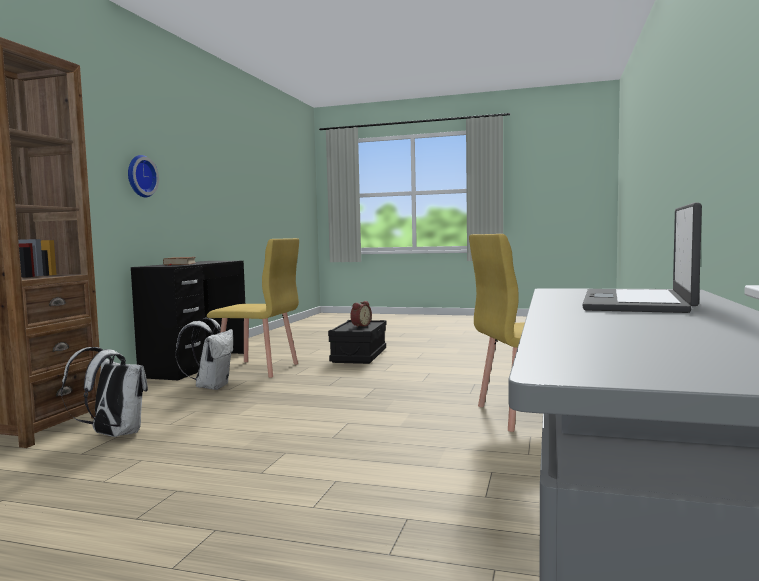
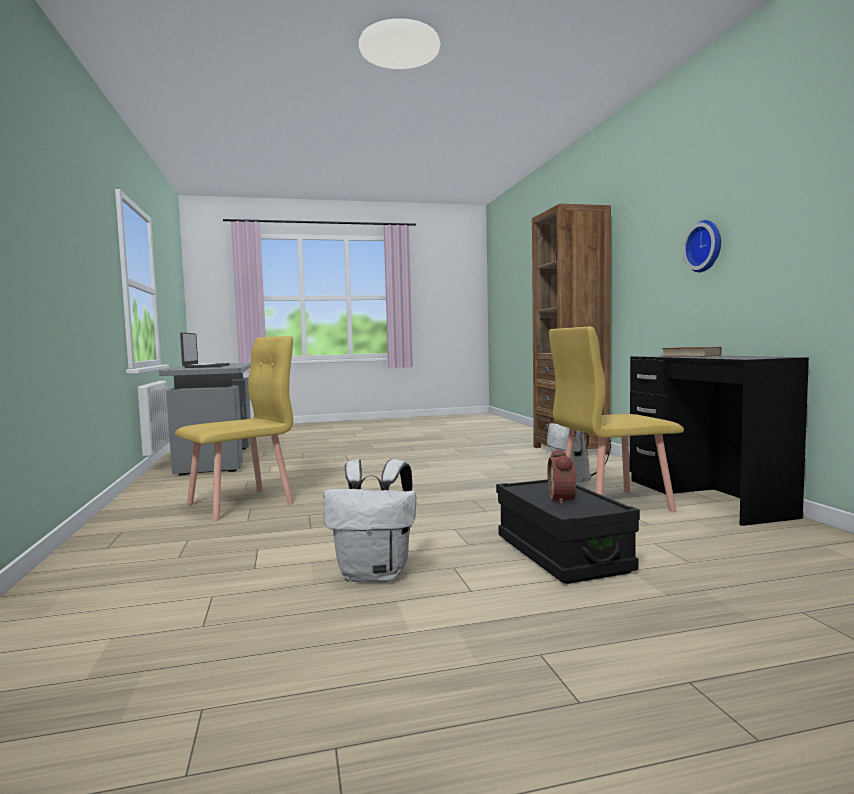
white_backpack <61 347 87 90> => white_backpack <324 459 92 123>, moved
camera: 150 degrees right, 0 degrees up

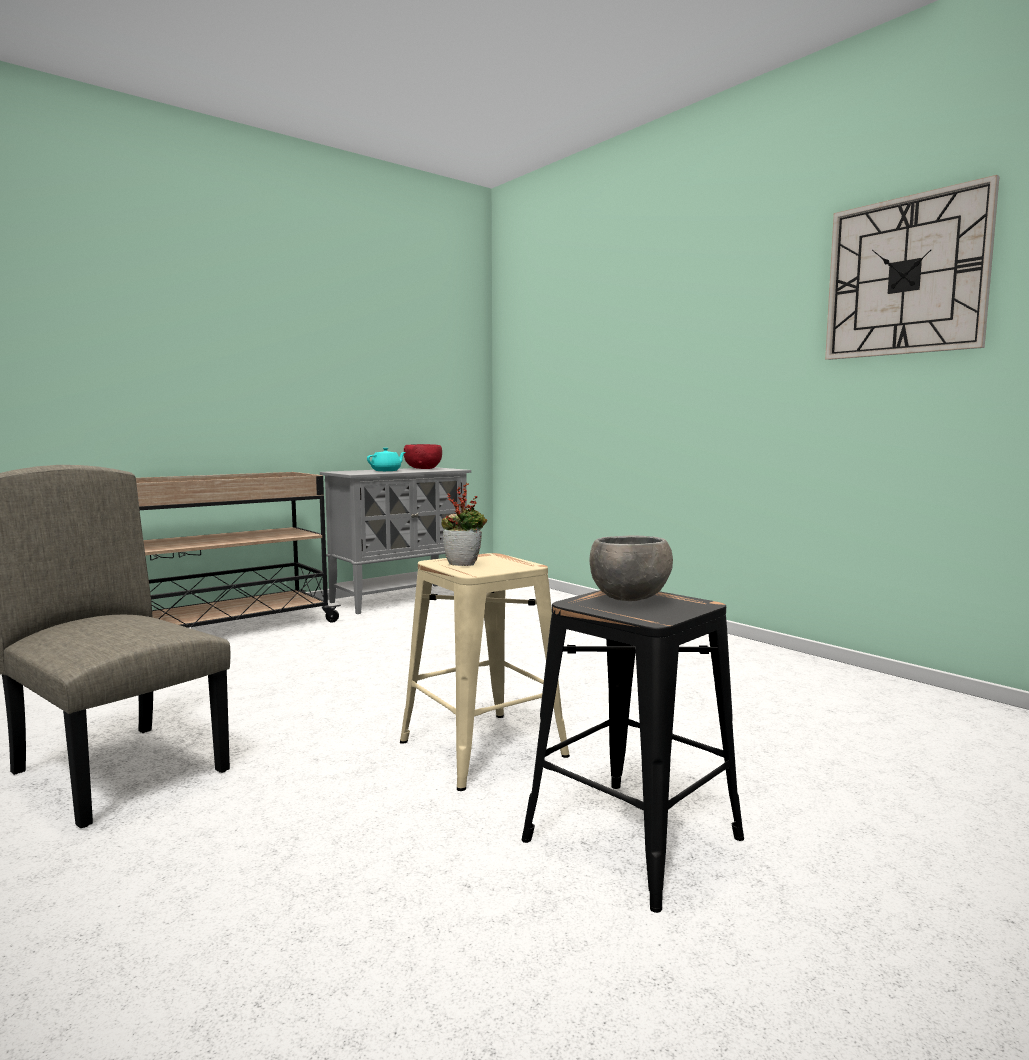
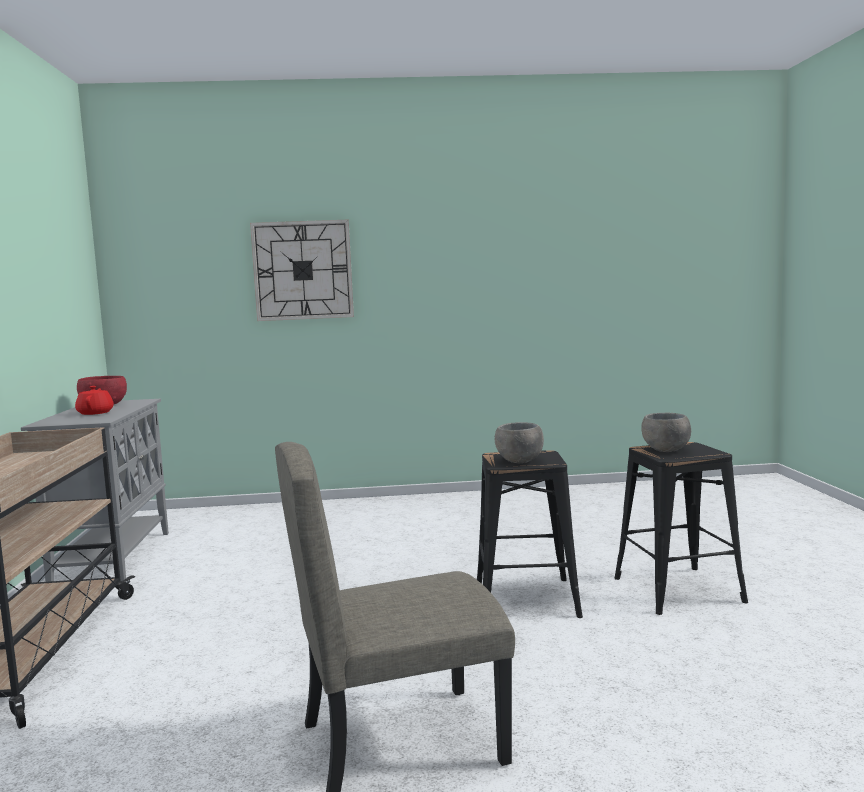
wall_clock <825 175 175 185> => wall_clock <250 220 104 101>, moved
turquoise_teapot <367 448 39 23> => red_teapot <75 386 39 29>
potted_plant <442 483 45 83> => grey_bowl <495 422 49 41>
beige_stool <400 553 170 238> => black_stool <477 450 106 168>
camera: 55 degrees left, 0 degrees up

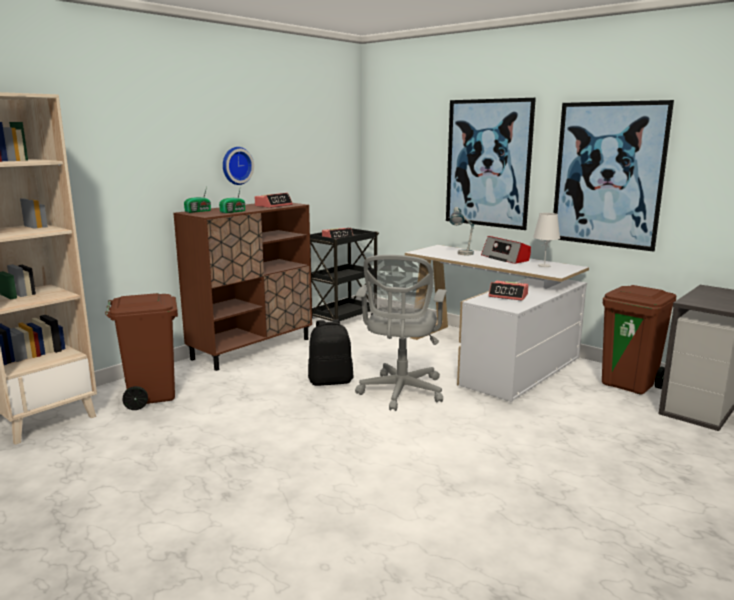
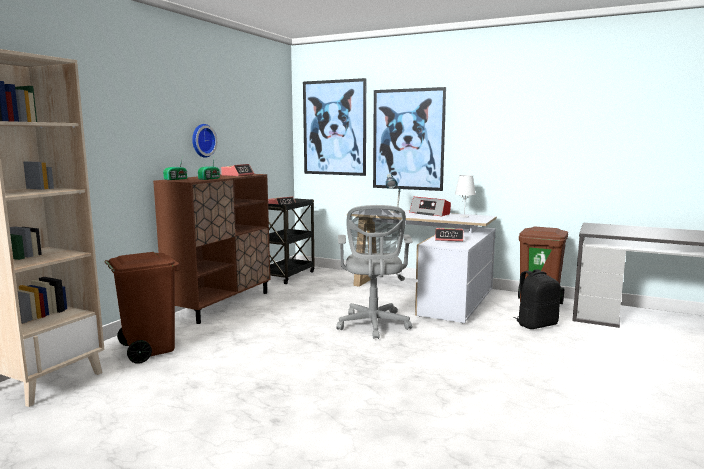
picture <553 100 121 152> => picture <303 78 63 98>, moved
black_backpack <308 319 46 67> => black_backpack <513 269 48 60>, moved
camera: 15 degrees left, 5 degrees down

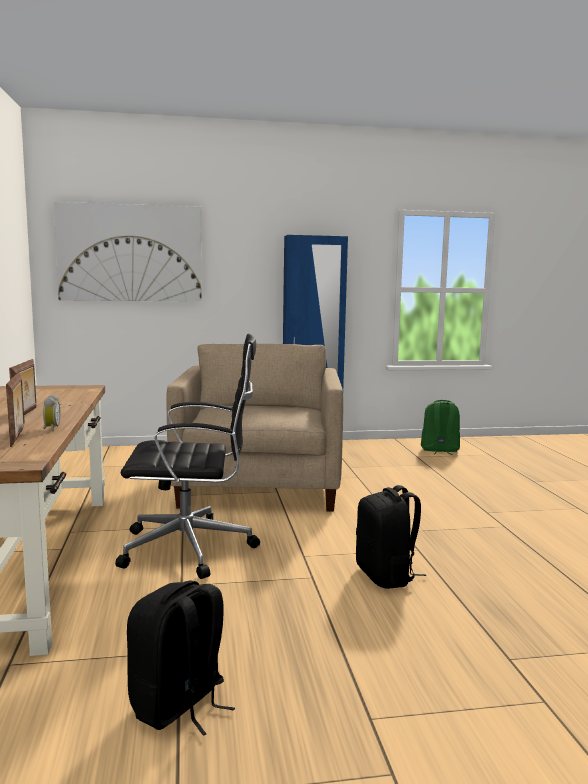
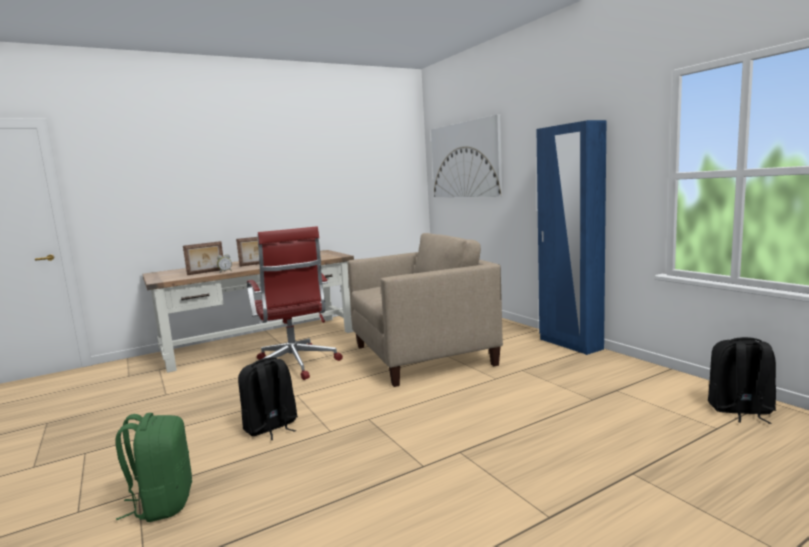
black_office_chair <115 334 145 245> => red_office_chair <247 226 96 154>
green_backpack <421 400 39 55> => green_backpack <115 413 77 109>, moved
black_backpack <127 581 108 155> => black_backpack <708 337 68 87>, moved
camera: 70 degrees right, 0 degrees up

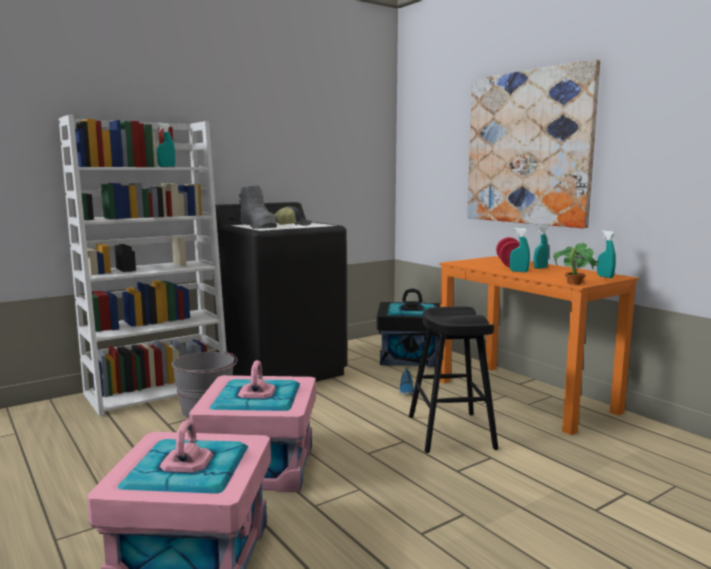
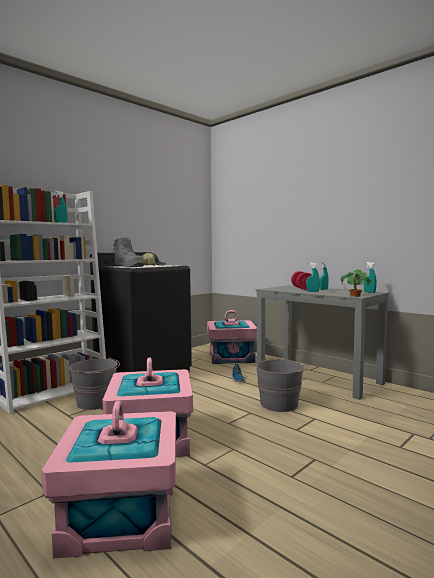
picture <467 59 133 169> => nothing
orange_desk <440 256 199 179> => grey_desk <255 285 135 115>
black_storage_box <376 289 64 78> => pink_storage_box <207 310 50 54>
black_stool <409 307 89 146> => grey_bucket <256 358 50 54>
camera: 10 degrees left, 5 degrees down

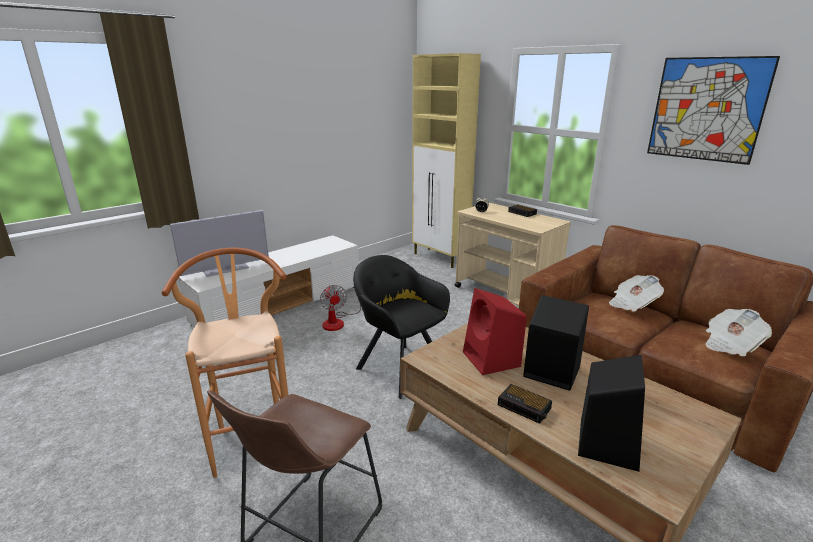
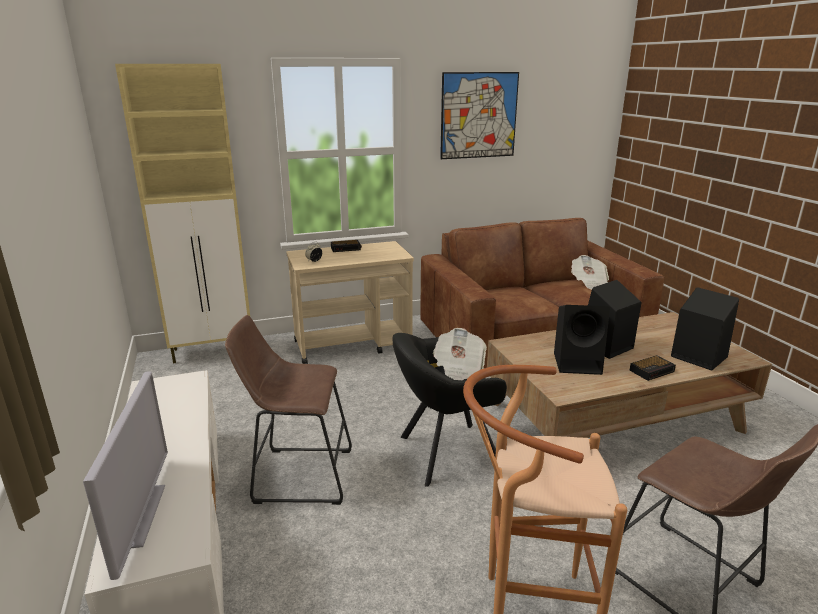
newspaper <609 275 55 37> => newspaper <433 328 54 52>, moved
fan <320 285 41 46> => brown_stool <225 315 127 190>
red_speaker <463 288 64 87> => black_speaker <554 305 56 70>
camera: 65 degrees left, 0 degrees up

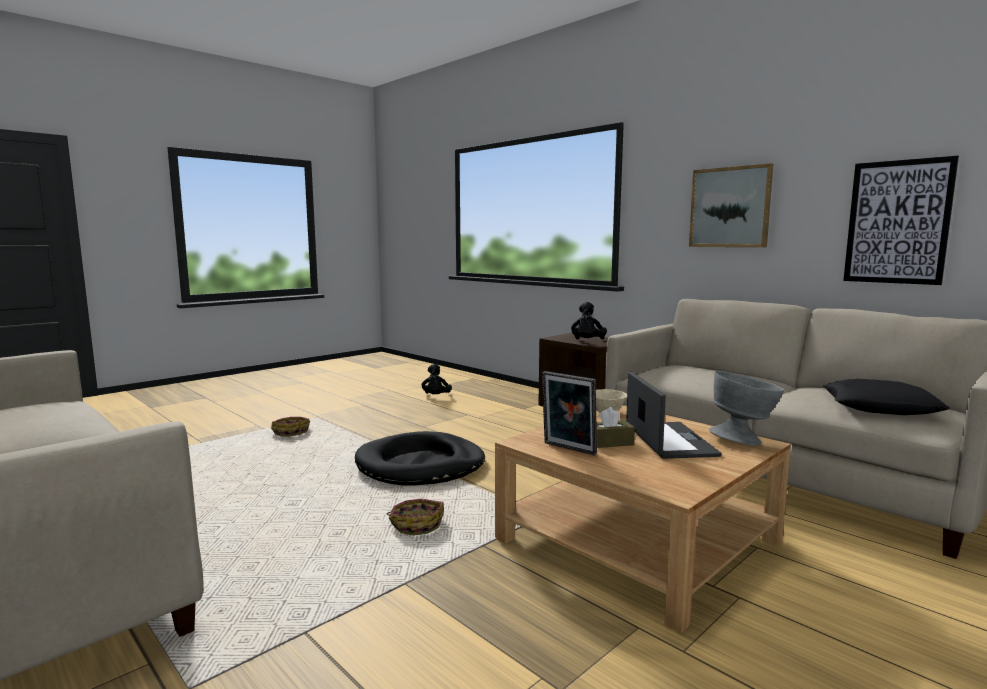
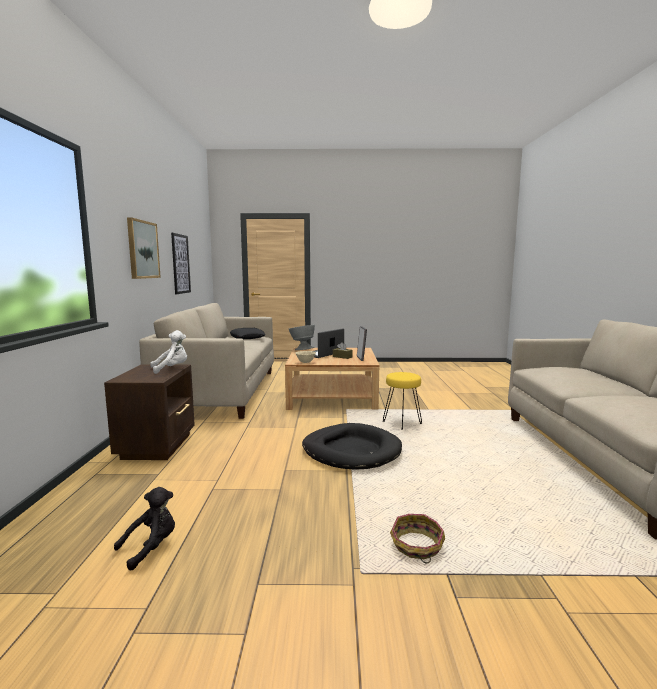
black_plush_toy <571 302 36 37> => white_plush_toy <150 330 37 44>
basket <387 499 57 36> => yellow_stool <383 372 39 58>
camera: 135 degrees left, 0 degrees up

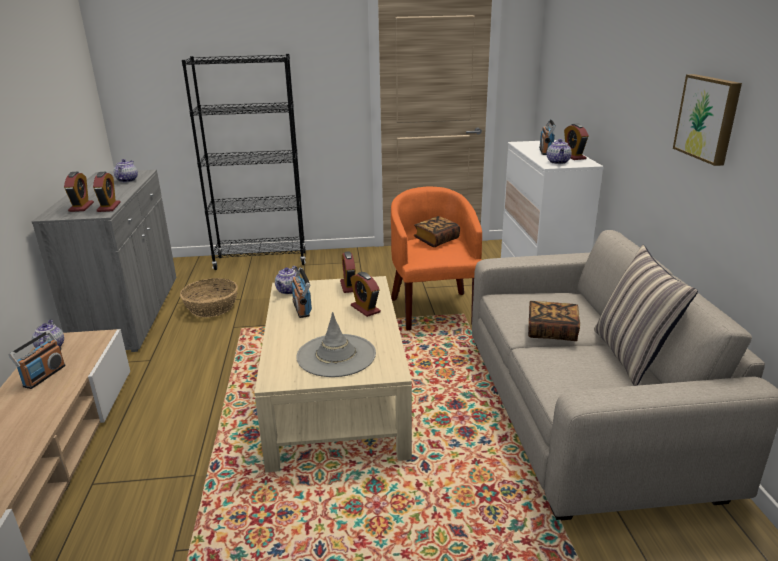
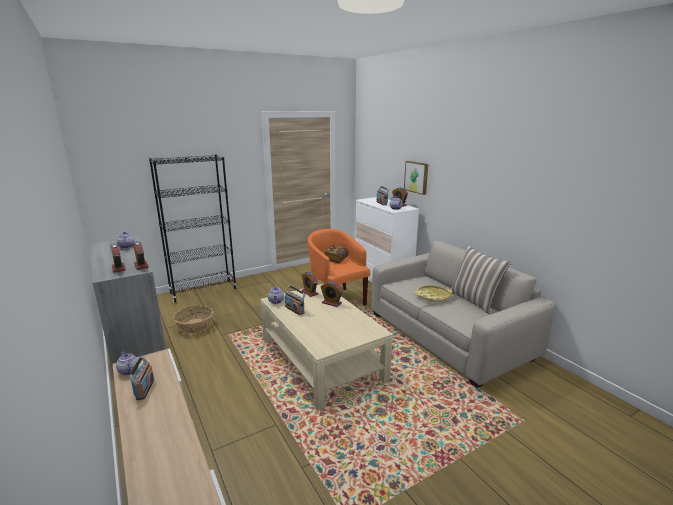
picture <673 74 69 92> => picture <404 161 24 34>, moved
book <528 301 52 40> => yellow_tray <414 285 38 17>
grey_hat <296 312 80 65> => nothing
camera: 25 degrees left, 5 degrees down

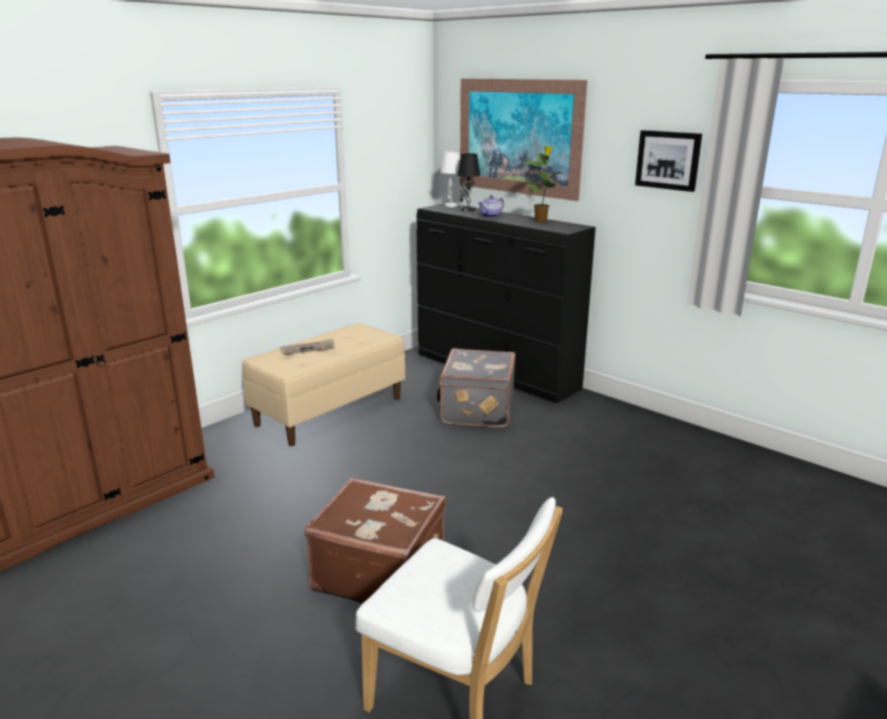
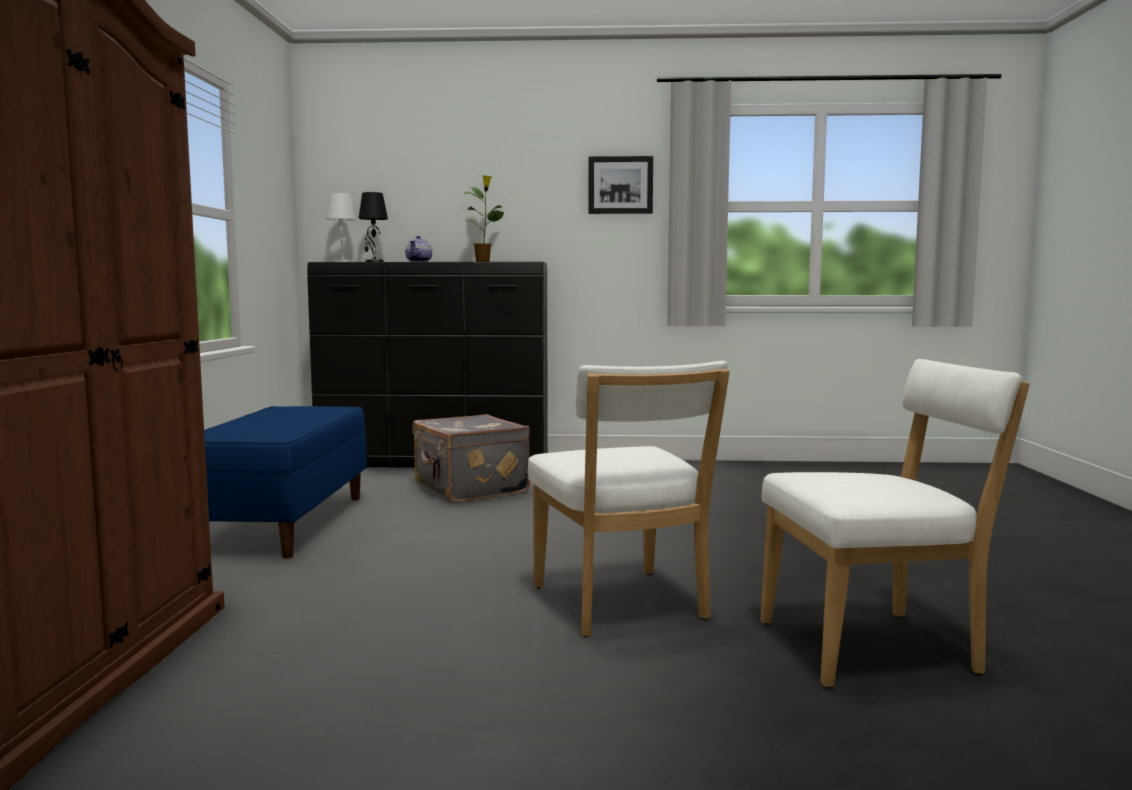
picture <460 78 127 123> => nothing
beige_bench <242 323 163 123> => blue_bench <204 406 163 152>
newspaper <280 339 55 16> => nothing
brown_suitcase <305 478 141 125> => white_chair <528 361 202 276>
camera: 40 degrees left, 15 degrees down

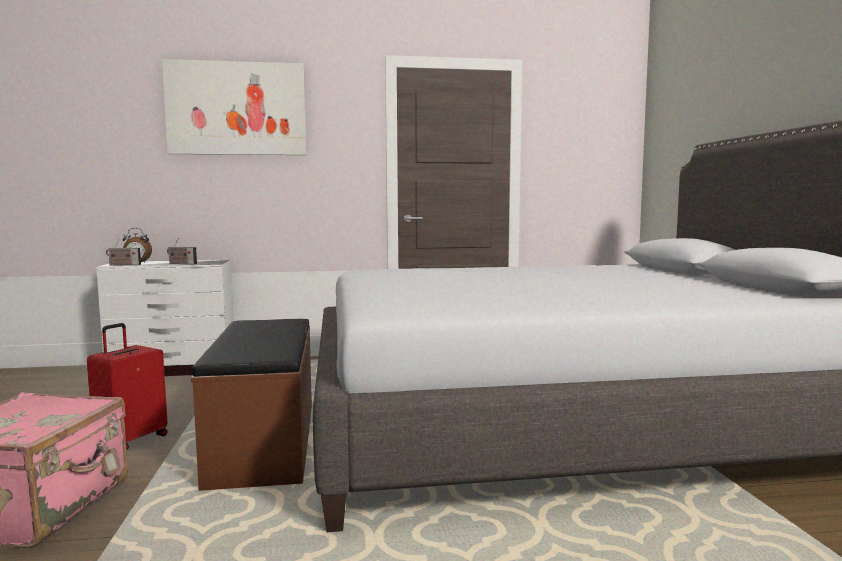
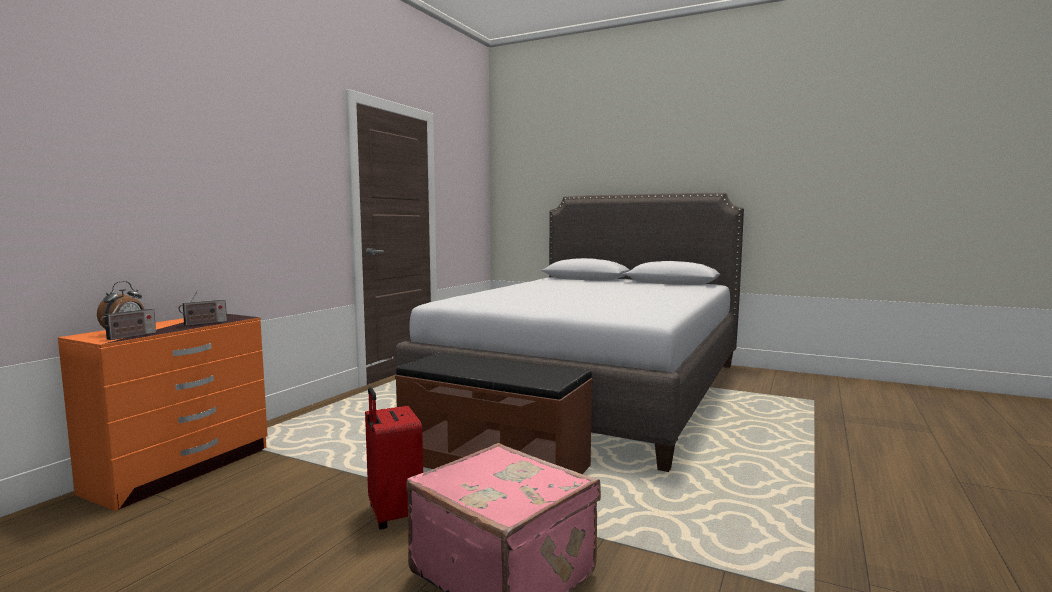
picture <162 59 145 96> => nothing
white_dresser <96 260 138 116> => orange_dresser <58 314 210 197>
camera: 55 degrees left, 0 degrees up

